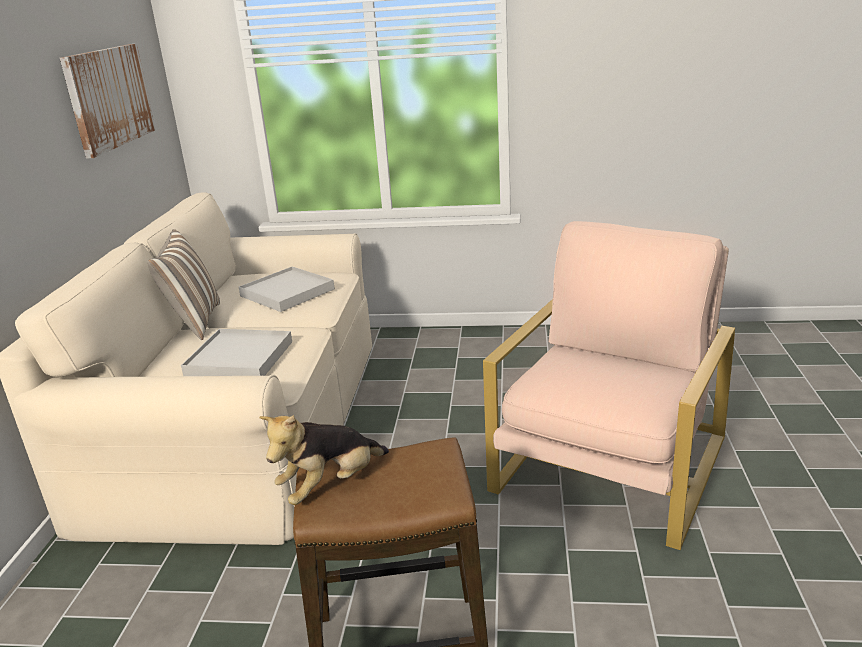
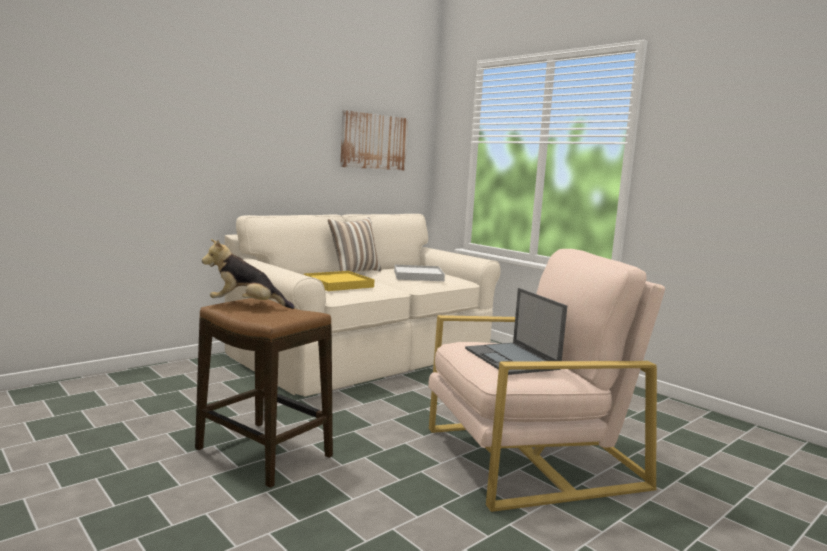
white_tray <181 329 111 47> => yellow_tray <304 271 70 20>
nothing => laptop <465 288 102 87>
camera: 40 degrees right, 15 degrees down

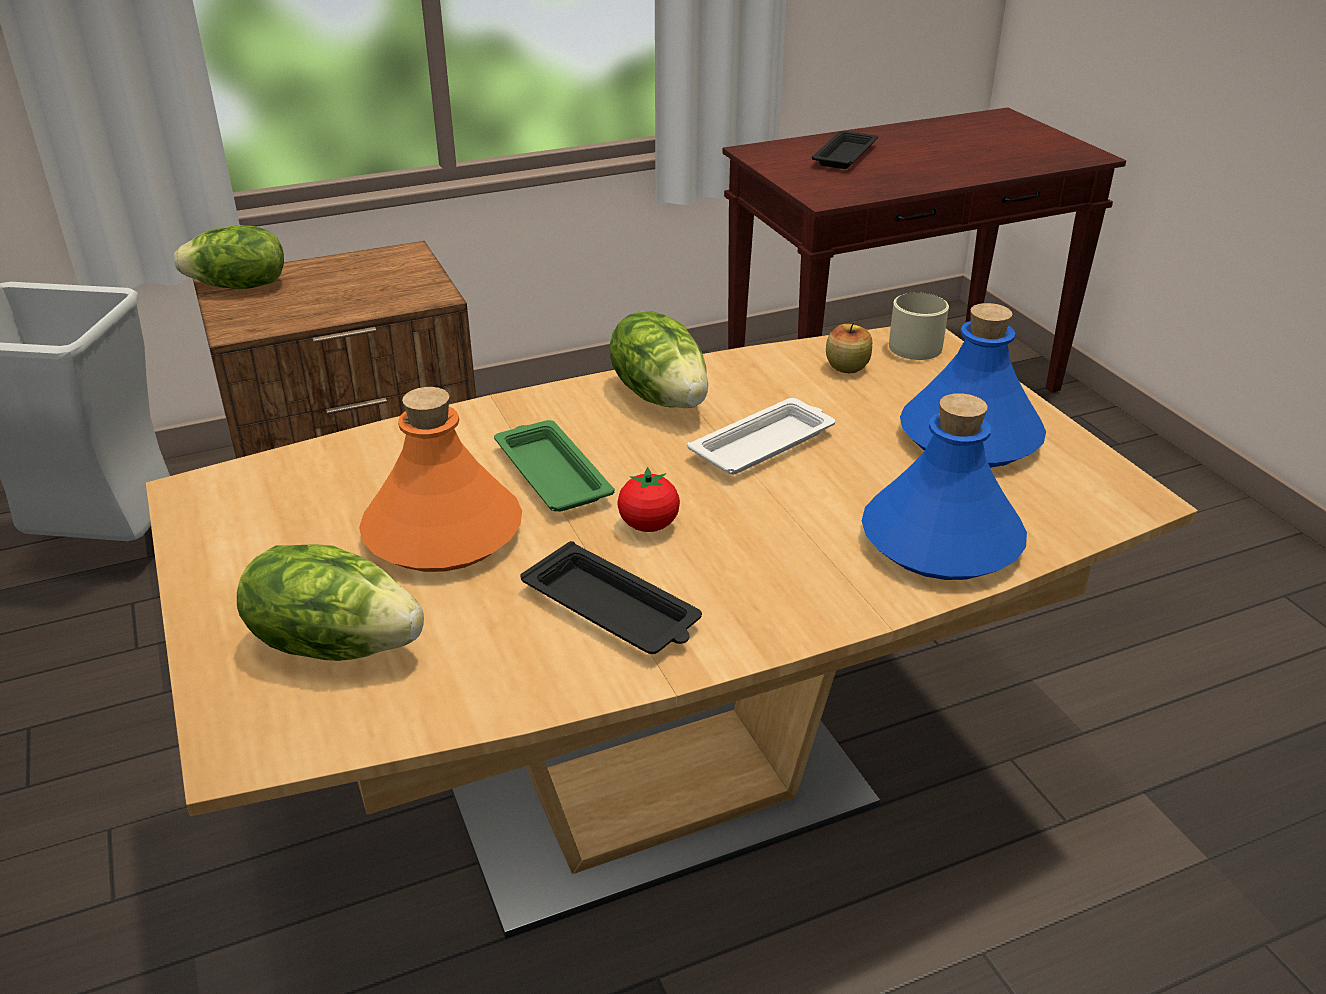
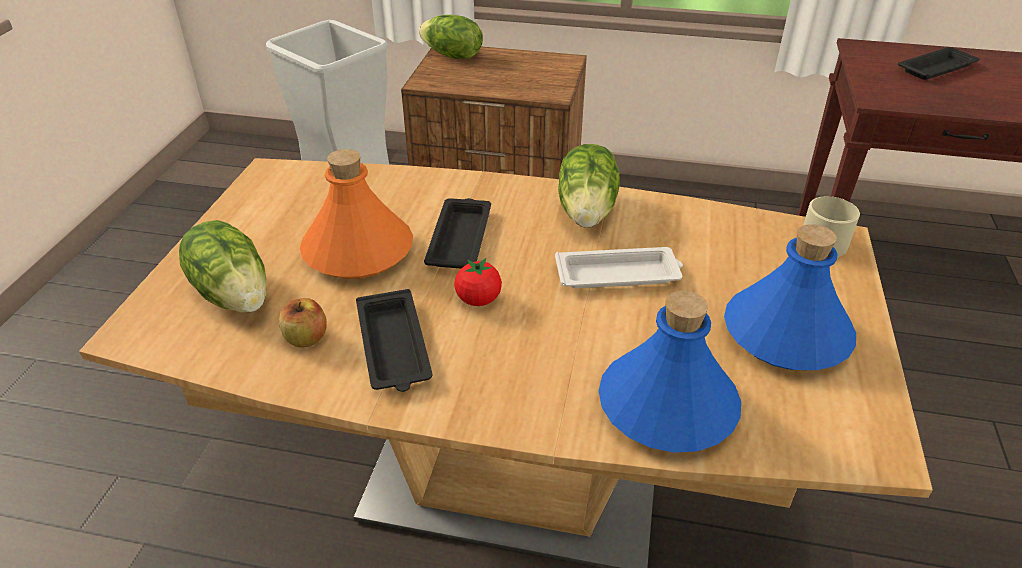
apple <826 322 46 51> => apple <279 298 48 50>, moved
green_tray <494 420 121 91> => black_tray <424 198 67 70>
camera: 35 degrees right, 5 degrees up

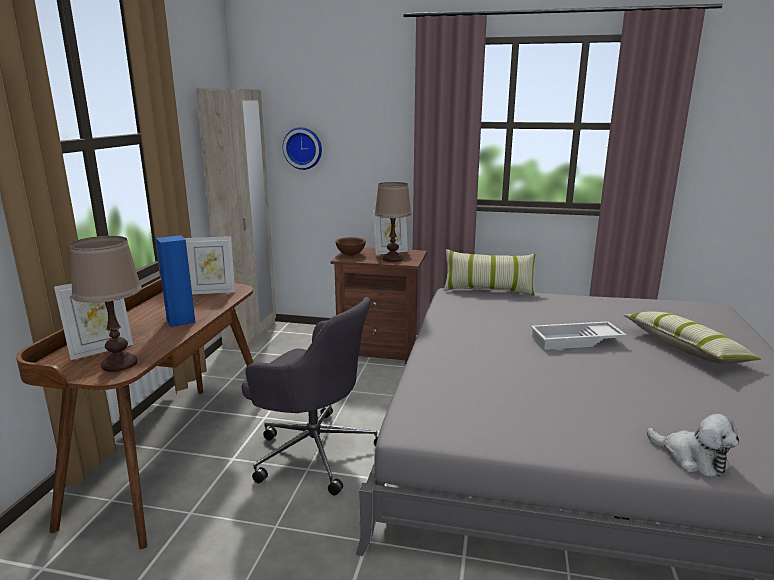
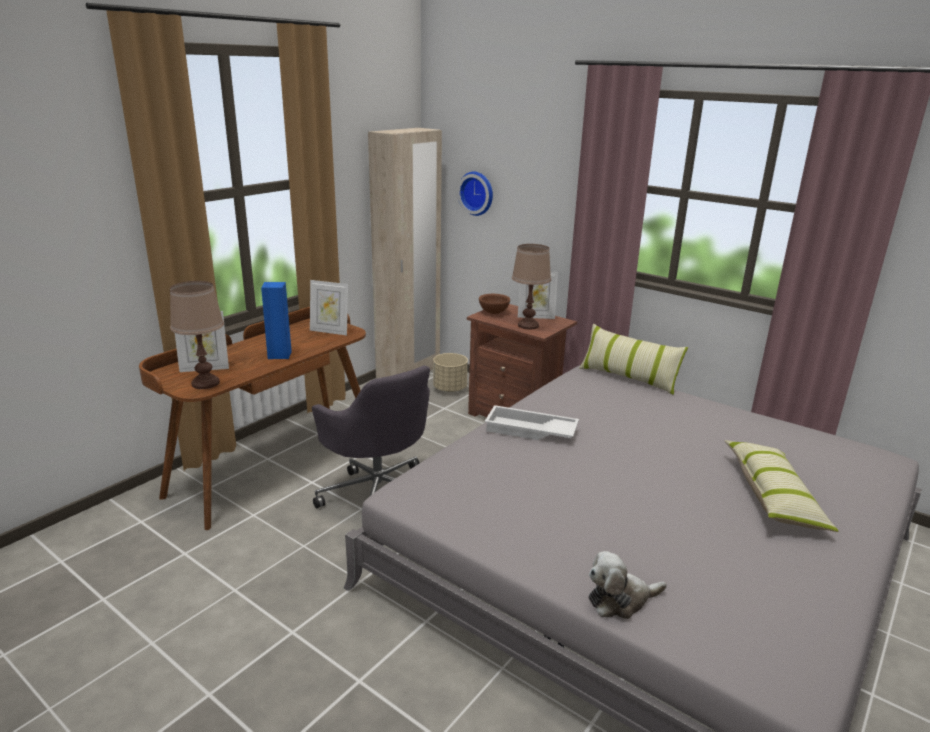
white_tray <531 321 95 29> => white_tray <485 405 94 35>, moved
plush_toy <647 414 92 63> => plush_toy <589 551 78 68>, 90 degrees clockwise
nothing => beige_planter <433 353 35 39>
camera: 25 degrees right, 5 degrees up

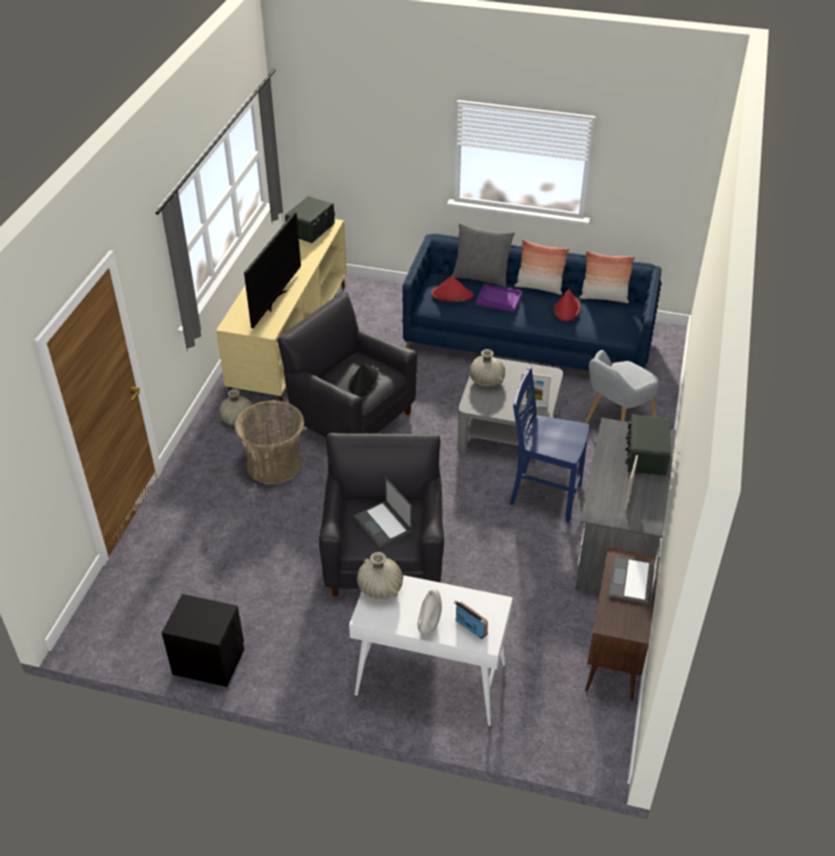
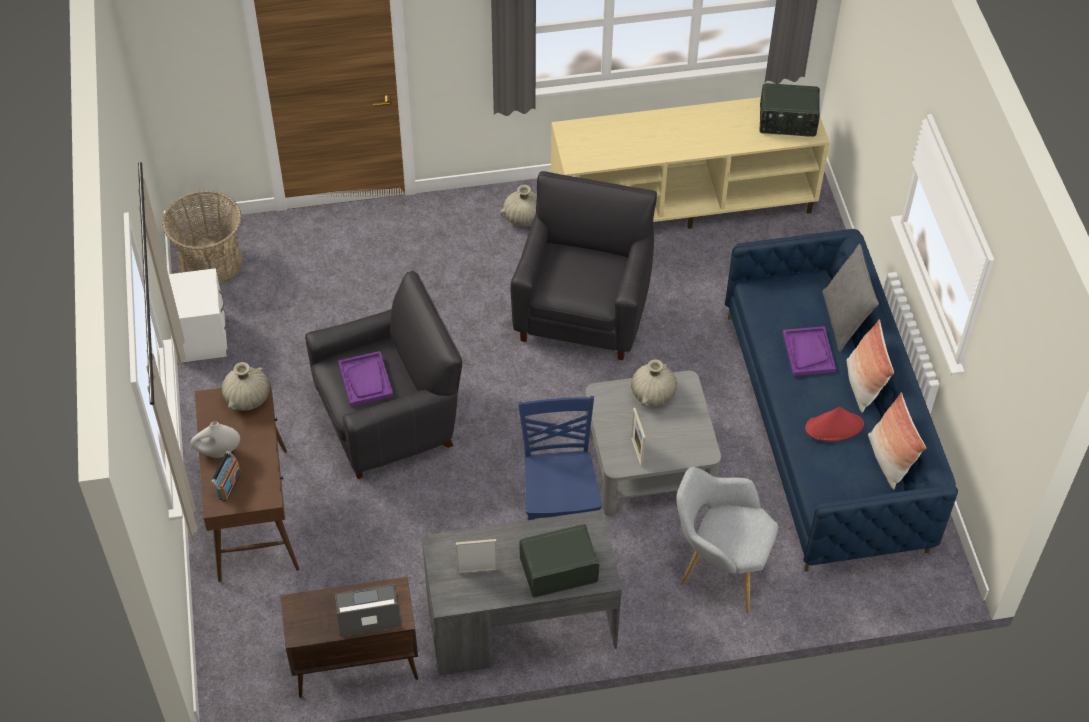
television <244 212 57 116> => nothing
red_hat <431 276 42 26> => nothing
black_hat <347 363 32 34> => nothing
basket <235 400 69 84> => basket <162 190 81 95>, moved
laptop <354 477 58 71> => purple_tray <338 351 55 55>
white_console_table <349 575 164 151> => brown_console_table <195 381 104 201>
black_nightstand <162 594 82 93> => white_nightstand <168 268 60 94>
camera: 65 degrees right, 10 degrees up

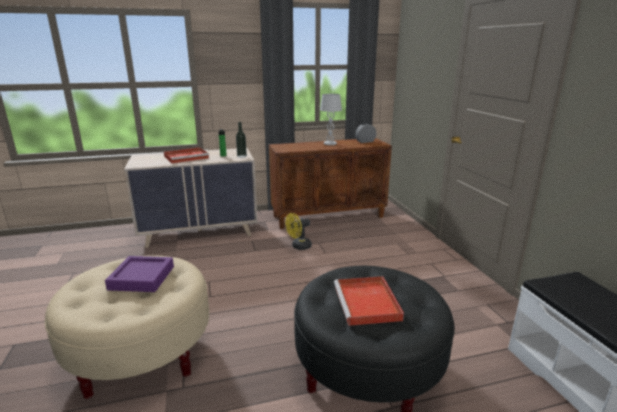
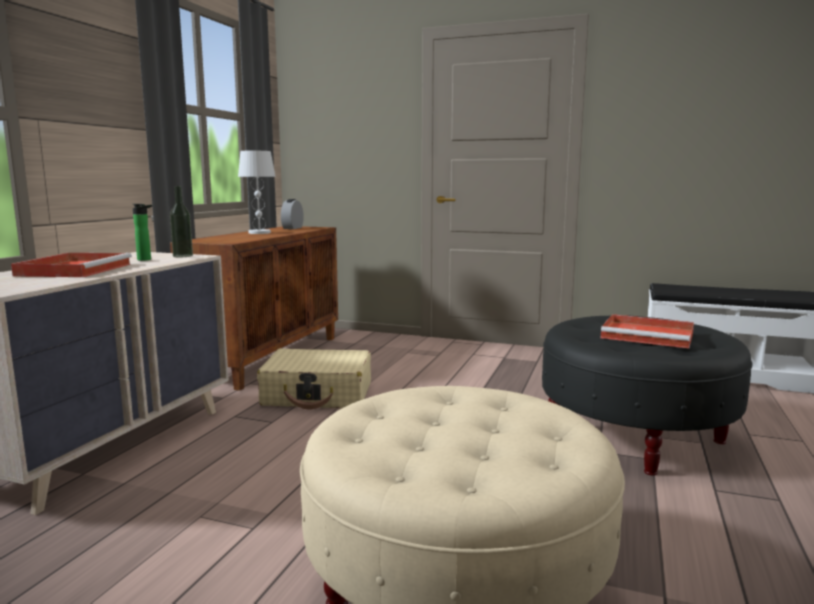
yellow_fan <285 213 27 37> => beige_suitcase <257 348 114 61>
purple_tray <105 256 69 36> => nothing
camera: 55 degrees left, 10 degrees down

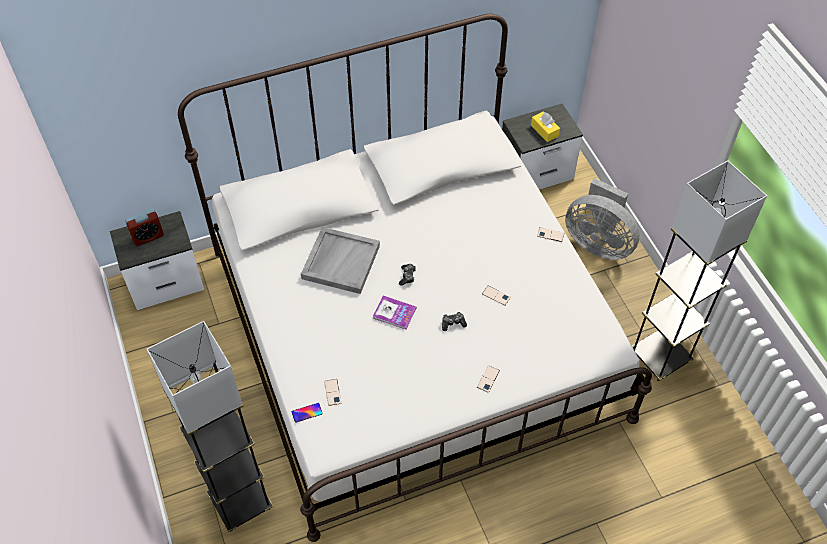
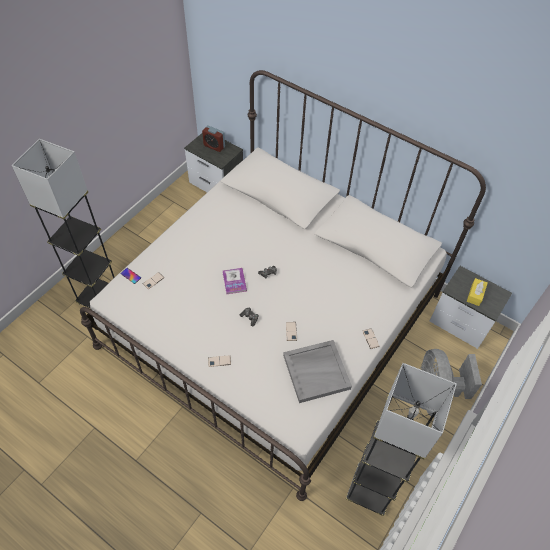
grey_tray <301 227 79 67> => grey_tray <283 340 69 63>, moved
camera: 55 degrees right, 0 degrees up

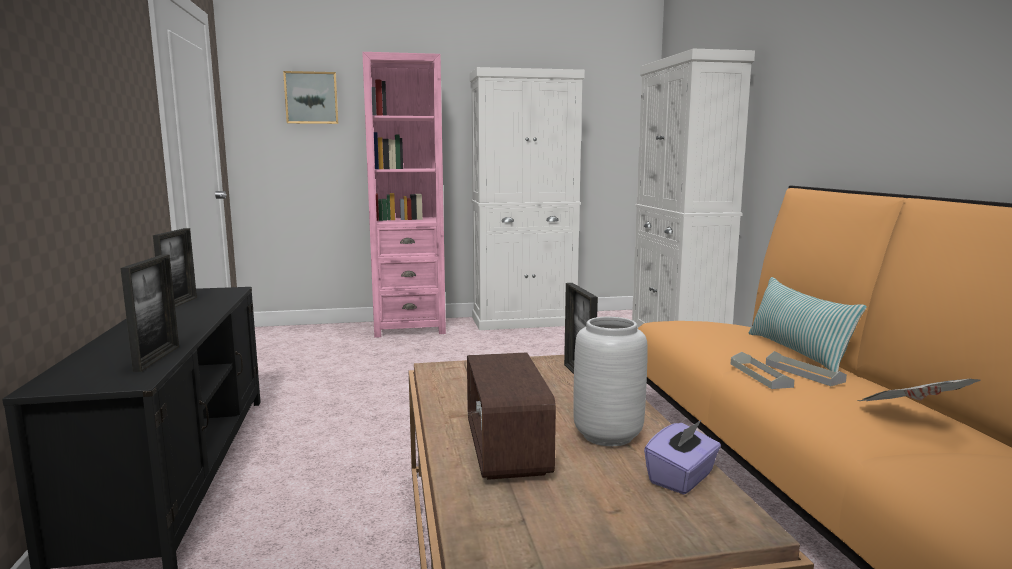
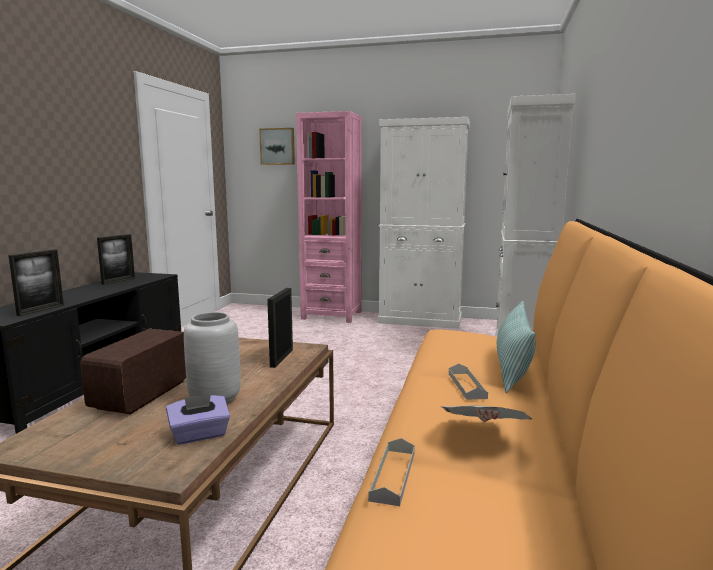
grey_tray <731 352 64 37> => grey_tray <368 438 47 68>, moved
camera: 25 degrees right, 0 degrees up

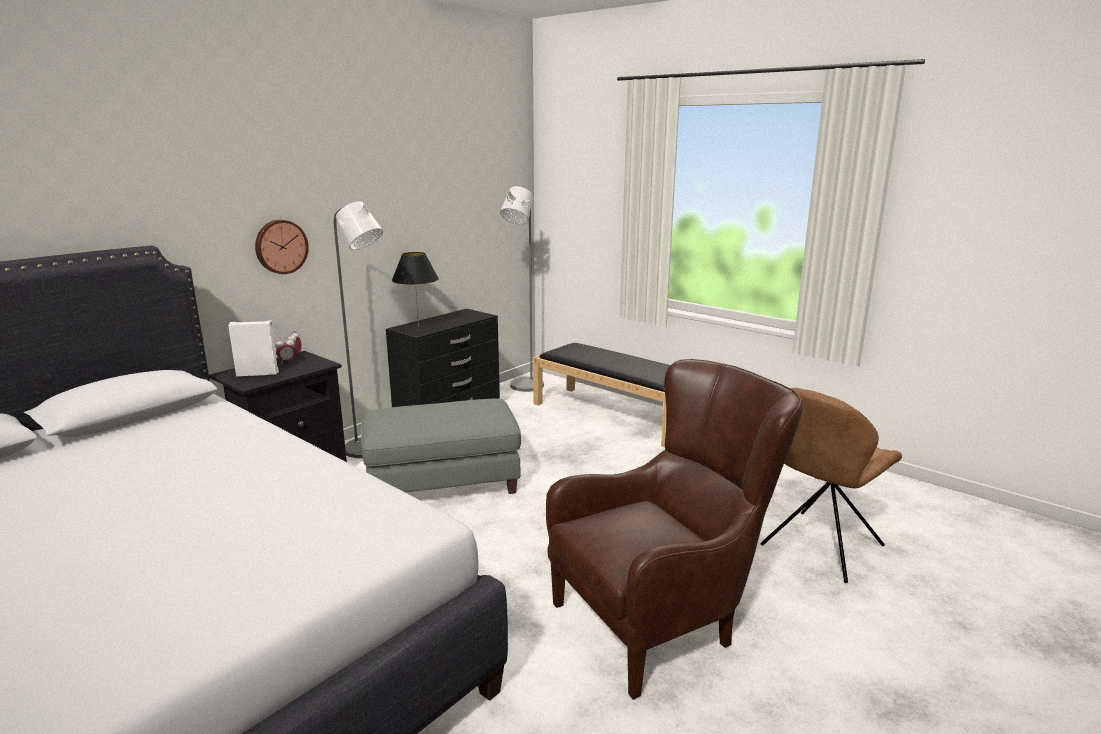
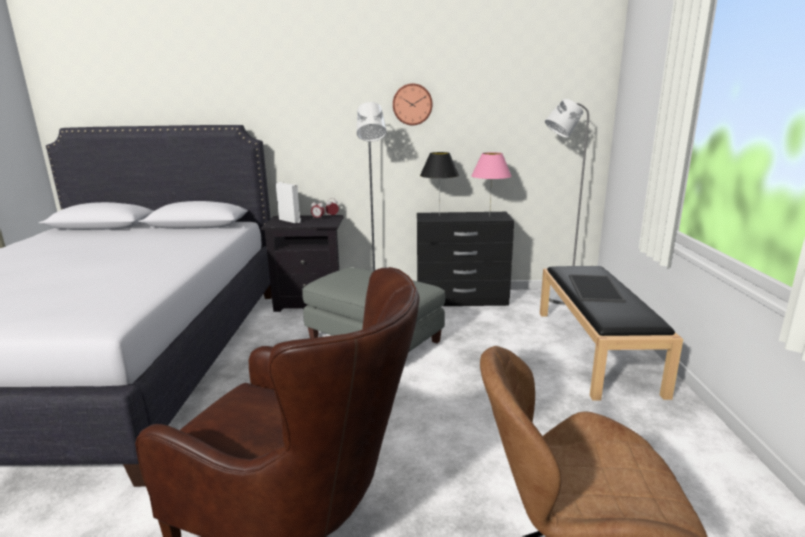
wall_clock <255 220 54 54> => wall_clock <393 83 40 42>, moved
nothing => pink_table_lamp <471 152 41 65>
nothing => tray <569 274 57 29>
camera: 50 degrees right, 0 degrees up

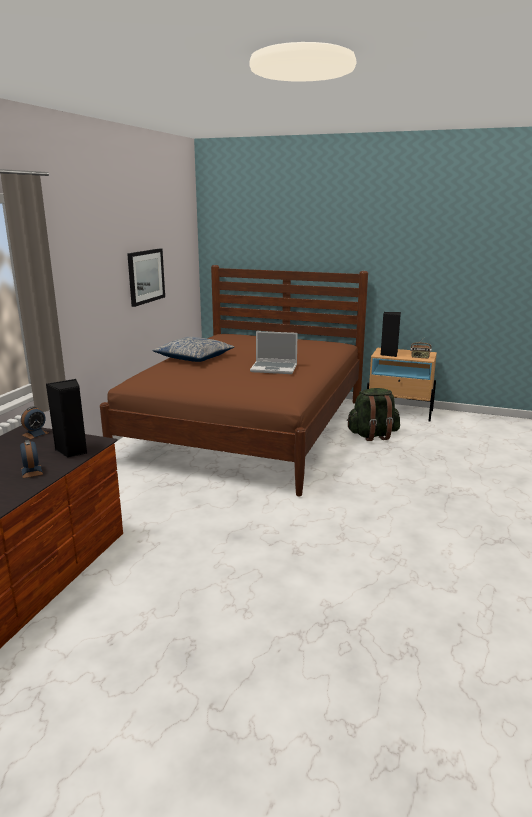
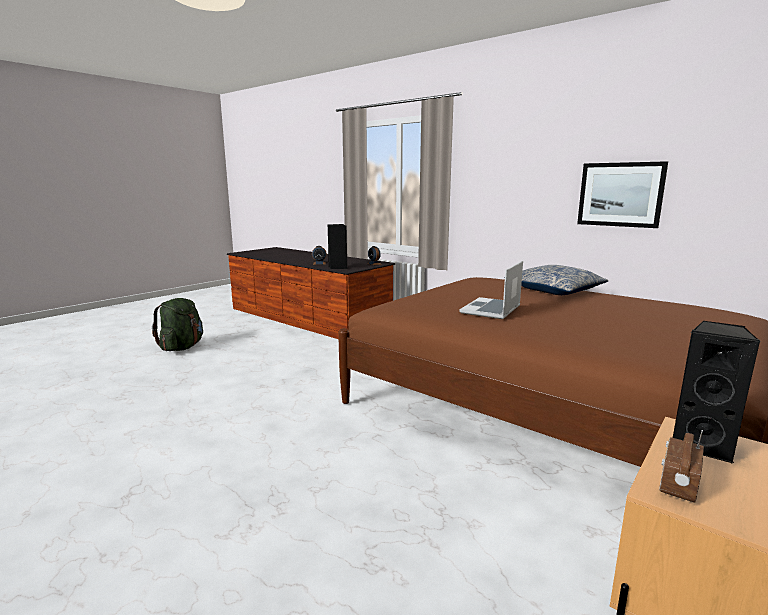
green_backpack <347 388 53 53> => green_backpack <152 298 51 53>, moved
camera: 110 degrees right, 5 degrees down

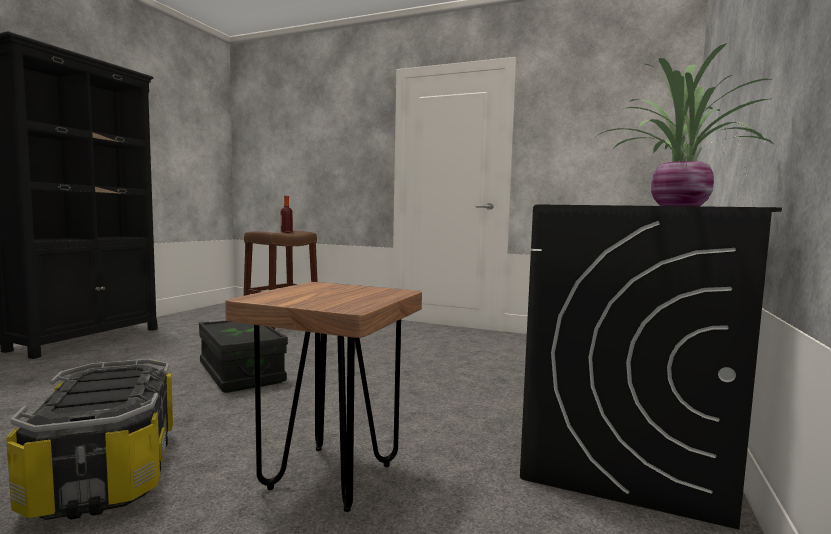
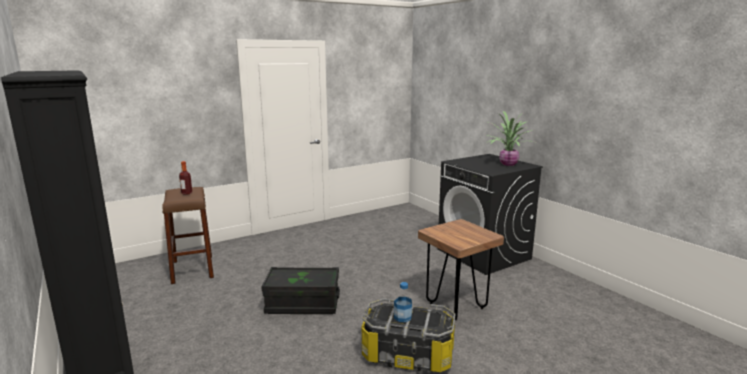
nothing => bottle <394 282 18 40>
camera: 55 degrees left, 10 degrees up

